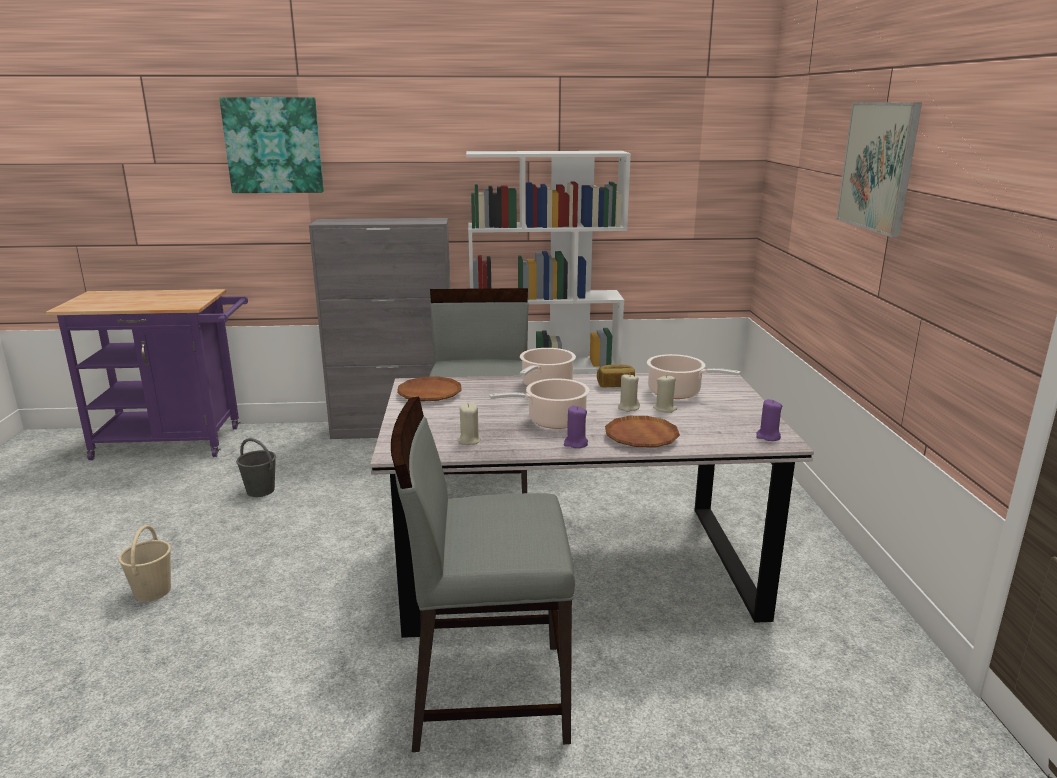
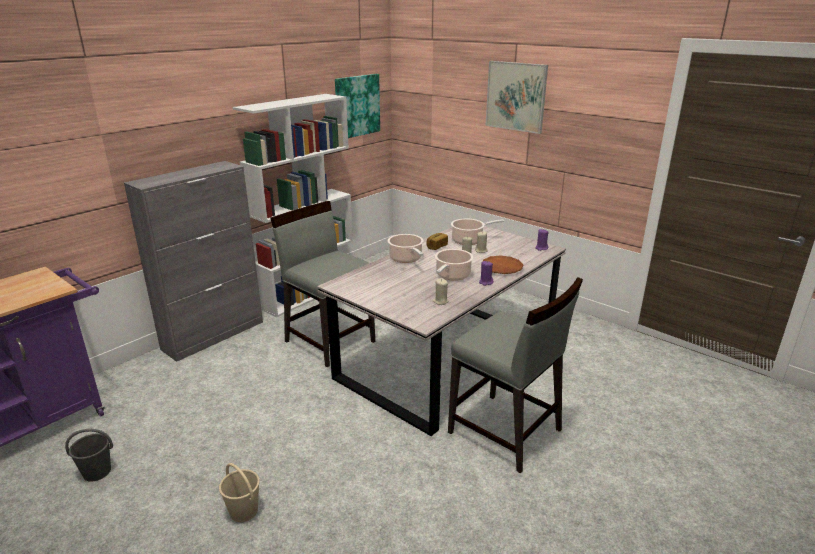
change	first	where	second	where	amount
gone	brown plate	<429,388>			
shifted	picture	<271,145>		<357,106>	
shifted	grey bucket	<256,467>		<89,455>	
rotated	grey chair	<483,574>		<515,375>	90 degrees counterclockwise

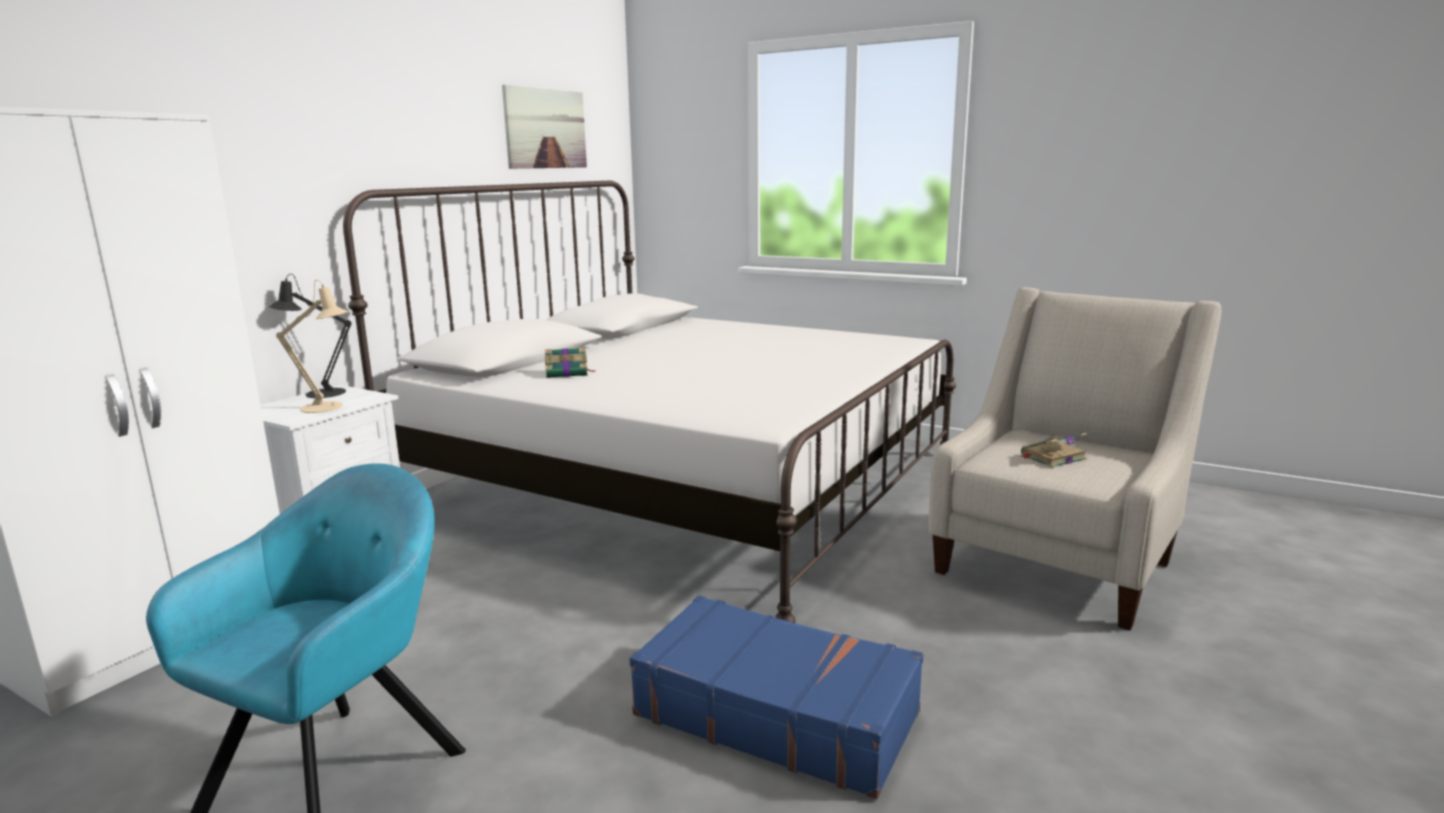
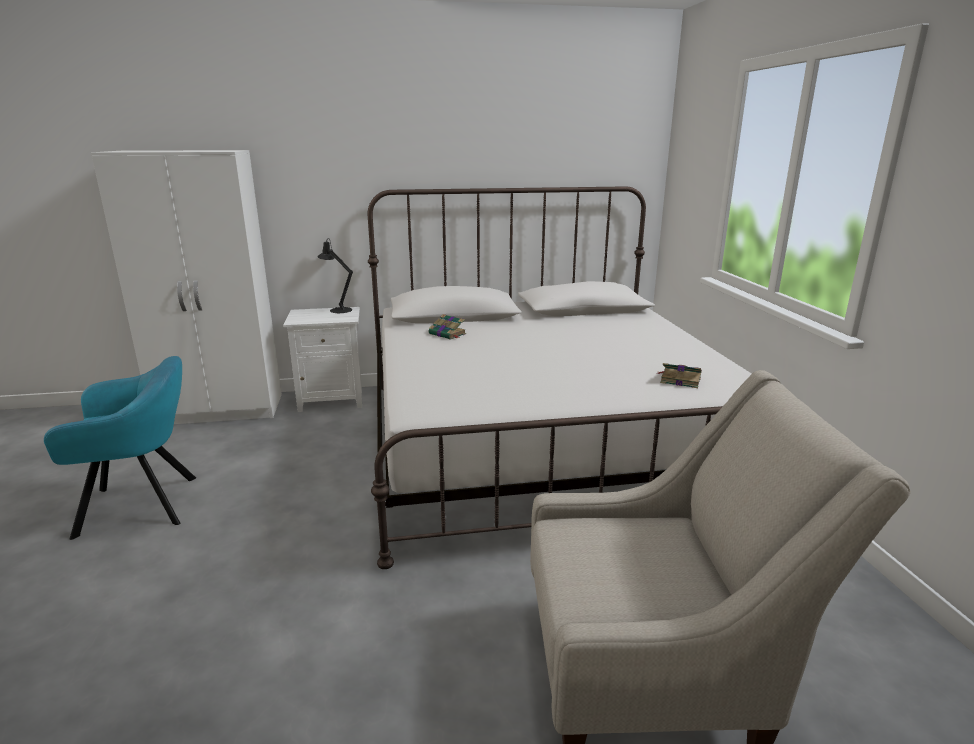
change	first	where	second	where	amount
gone	beige table lamp	<312,346>			
gone	picture	<544,127>			
gone	blue suitcase	<776,697>			
shifted	book	<1053,450>		<679,375>	

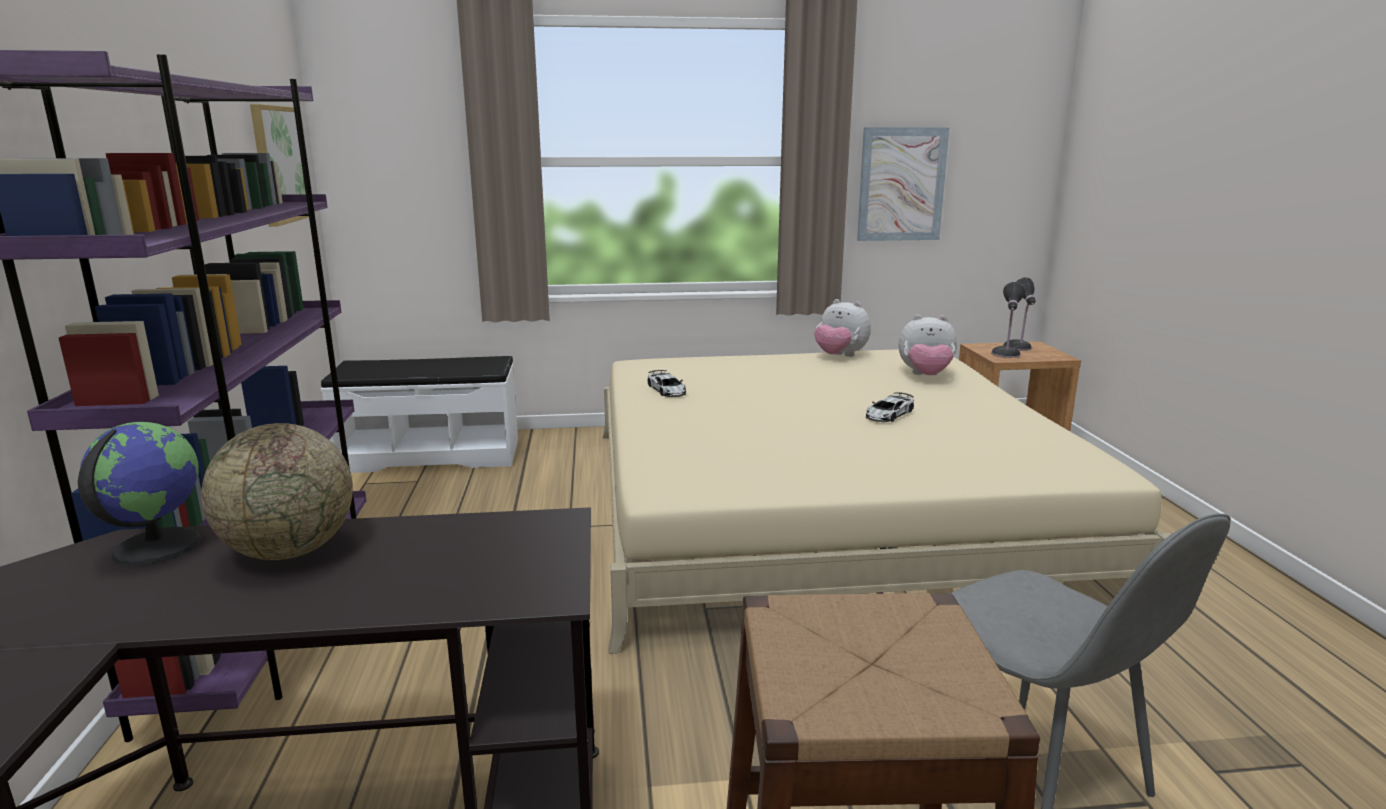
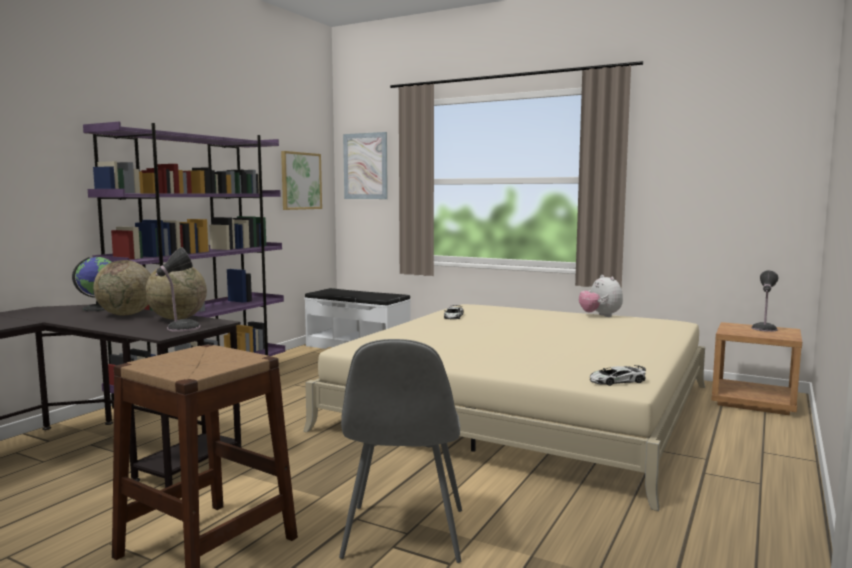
change	first	where	second	where	amount
gone	plush toy	<927,345>			
new			globe	<176,293>	
shifted	picture	<903,184>		<365,165>	
shifted	toy car	<890,407>		<617,375>	
shifted	table lamp	<1008,320>		<178,289>	

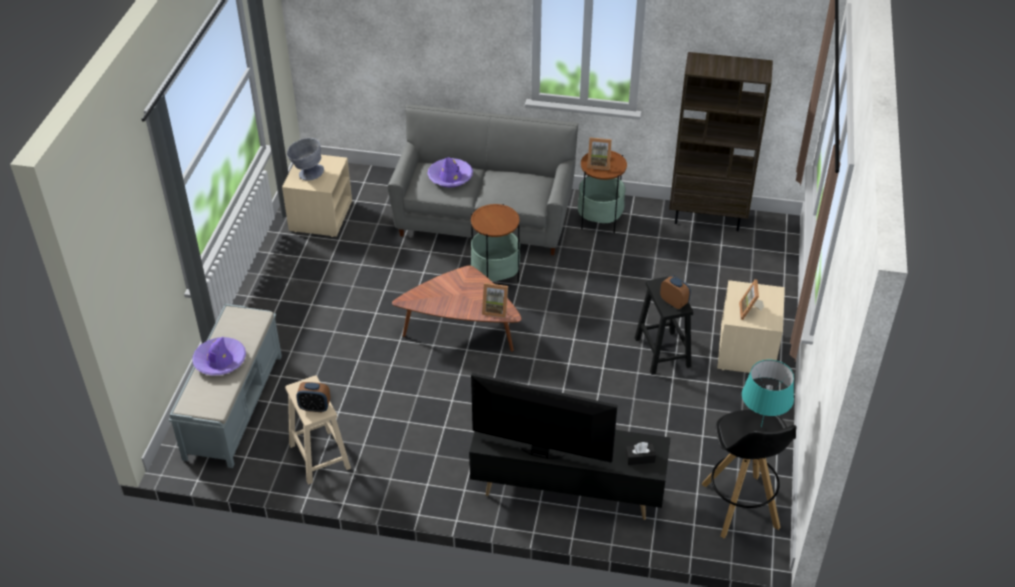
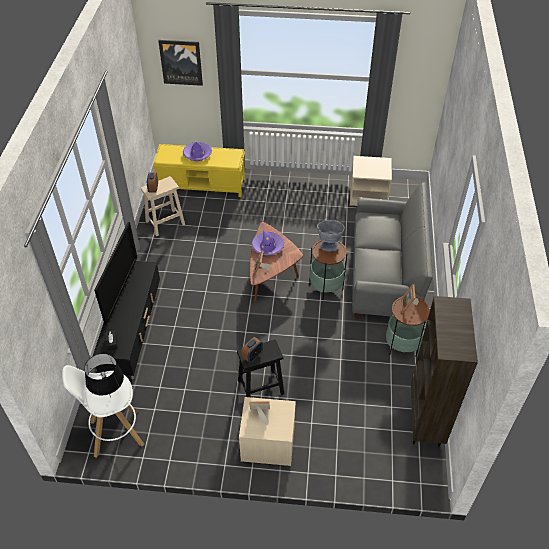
change	first	where	second	where	amount
new			picture	<180,63>	
shifted	grey bowl	<305,159>		<330,236>	
shifted	purple hat	<450,173>		<268,243>	
repainted	grey bench	<225,386>	yellow bench	<199,170>	
repainted	black stool	<749,474>	white stool	<103,411>	
repainted	turquoise table lamp	<768,393>	black table lamp	<104,375>	

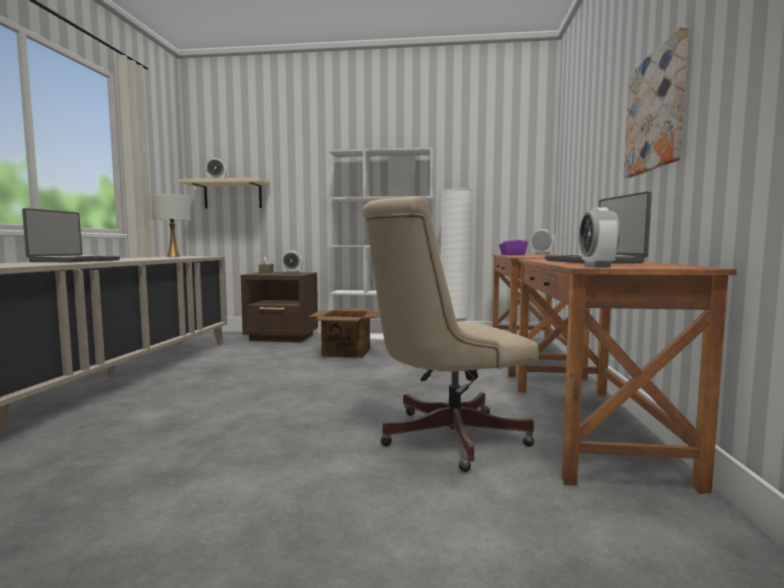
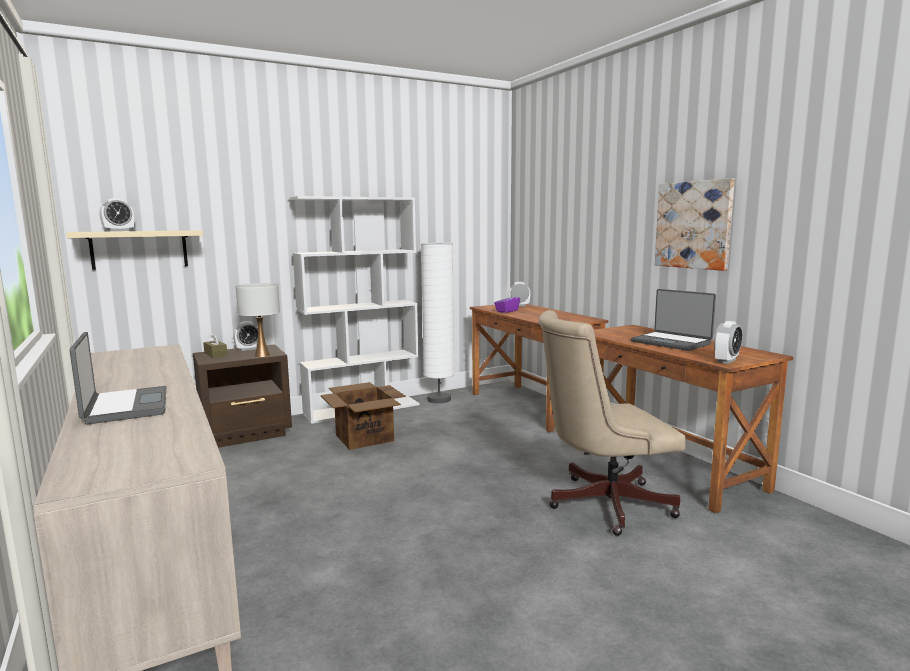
change	first	where	second	where	amount
shifted	white table lamp	<171,225>		<258,320>	
rotated	beige office chair	<450,334>		<612,423>	45 degrees clockwise
rotated	alarm clock	<599,237>		<728,342>	105 degrees counterclockwise

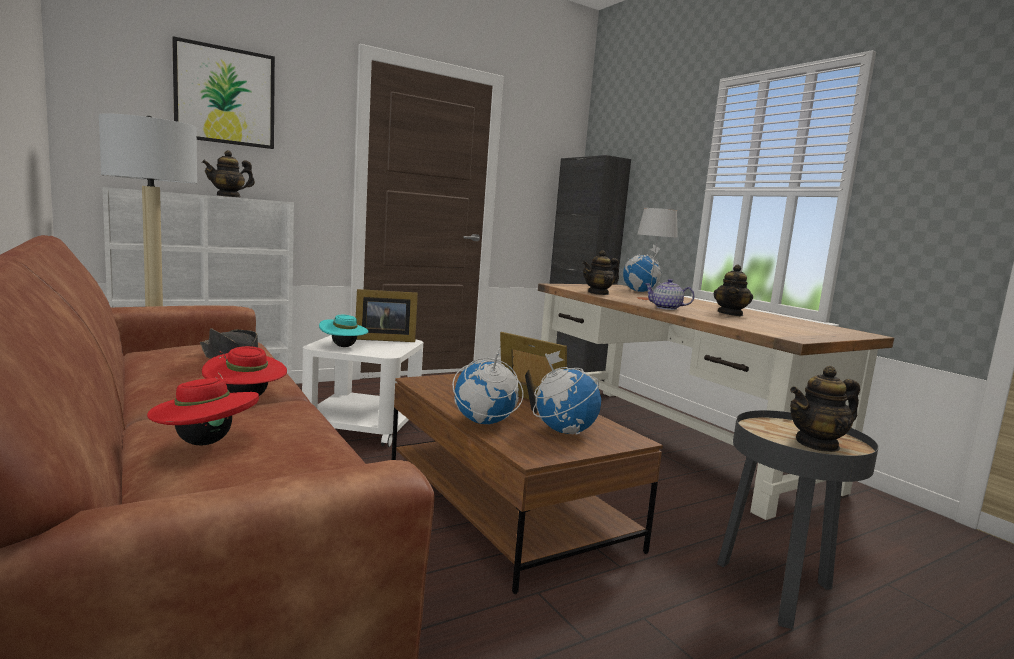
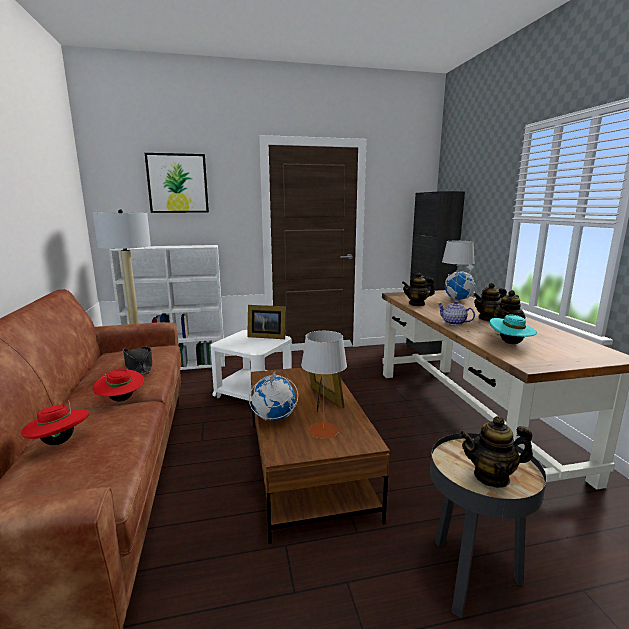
change	first	where	second	where	amount
shifted	teapot	<228,173>		<490,302>	
shifted	turquoise hat	<344,331>		<513,329>	
swapped	globe	<567,392>	grey table lamp	<324,385>	

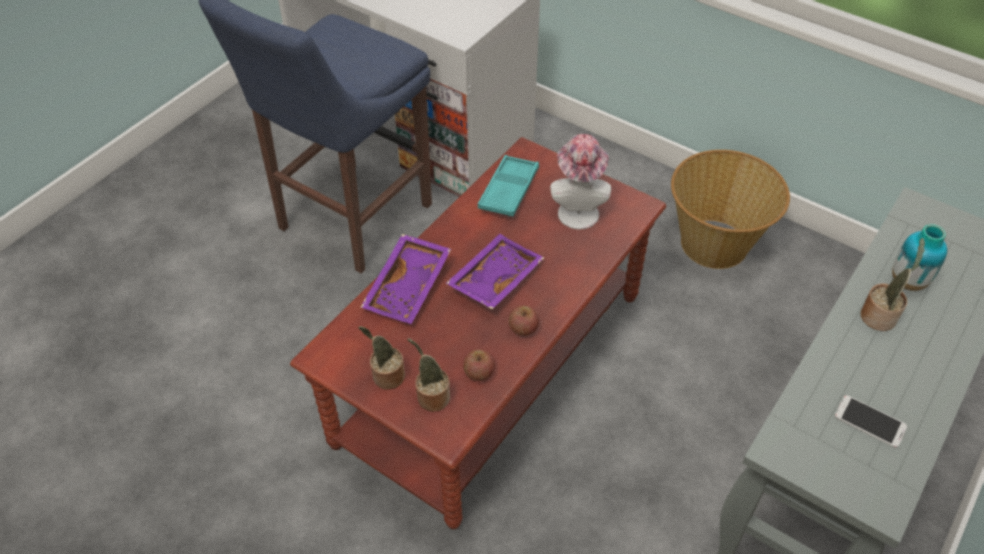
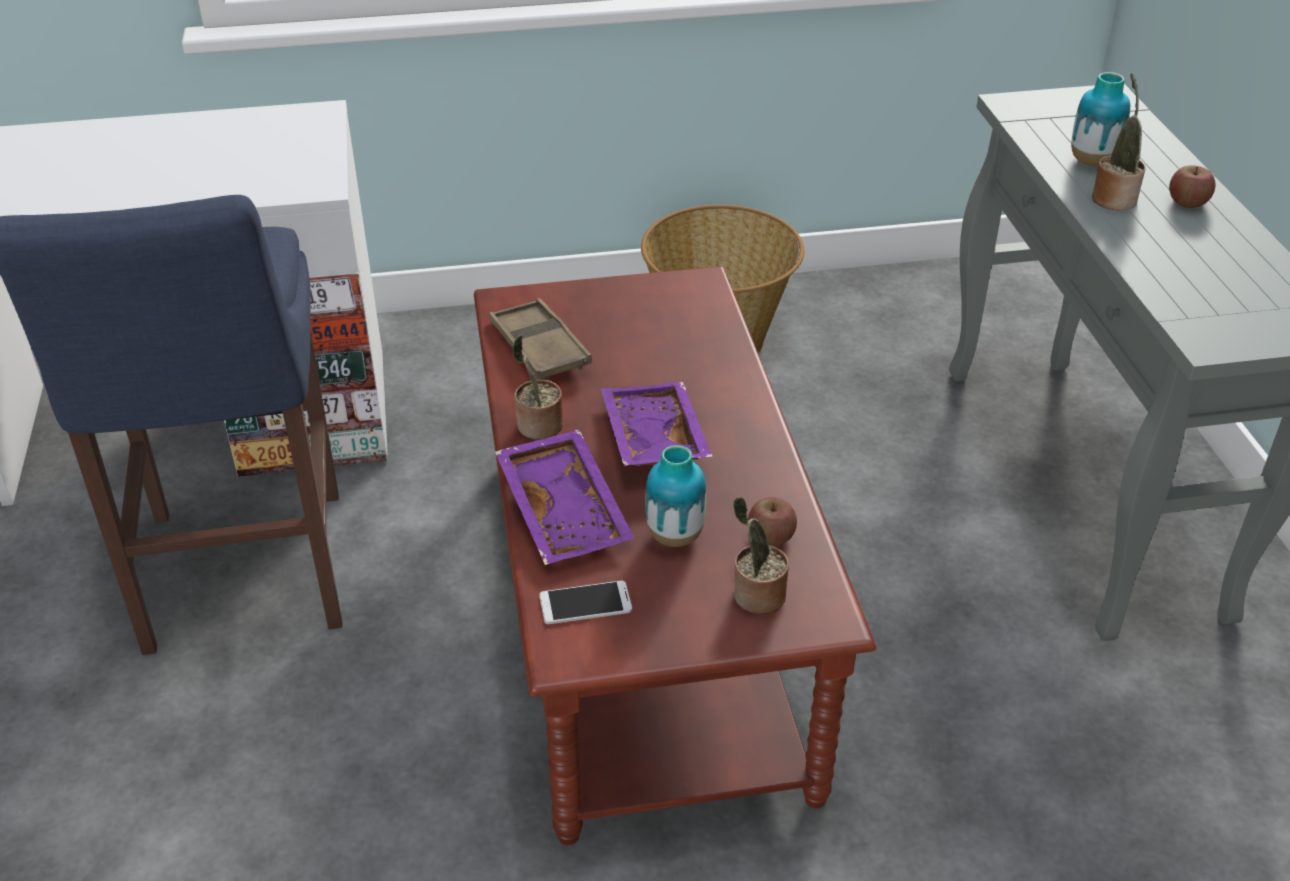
change	first	where	second	where	amount
gone	hat	<580,181>			
new			vase	<676,496>	
shifted	potted plant	<381,358>		<537,387>	
shifted	apple	<524,321>		<1192,186>	
shifted	phone	<871,421>		<585,602>	
repainted	turquoise tray	<508,186>	brown tray	<540,339>	

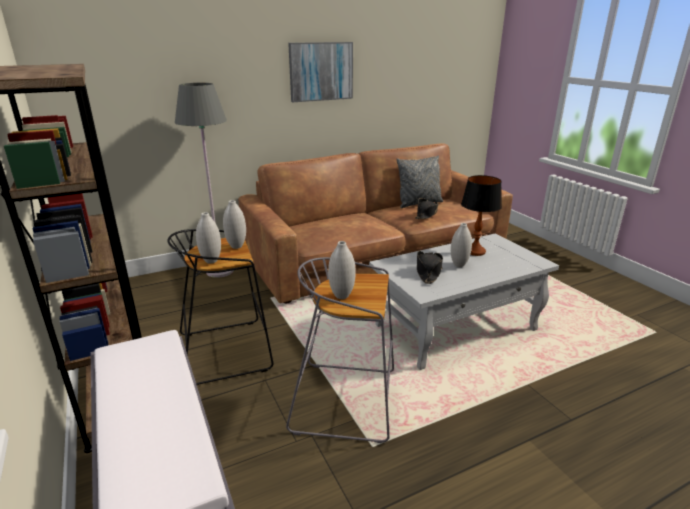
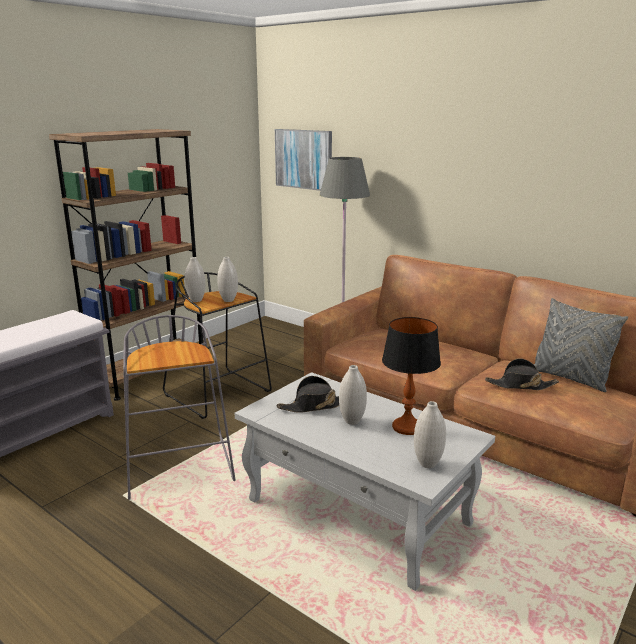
change	first	where	second	where	amount
shifted	picture	<320,72>		<303,160>	
shifted	white vase	<342,270>		<430,434>	

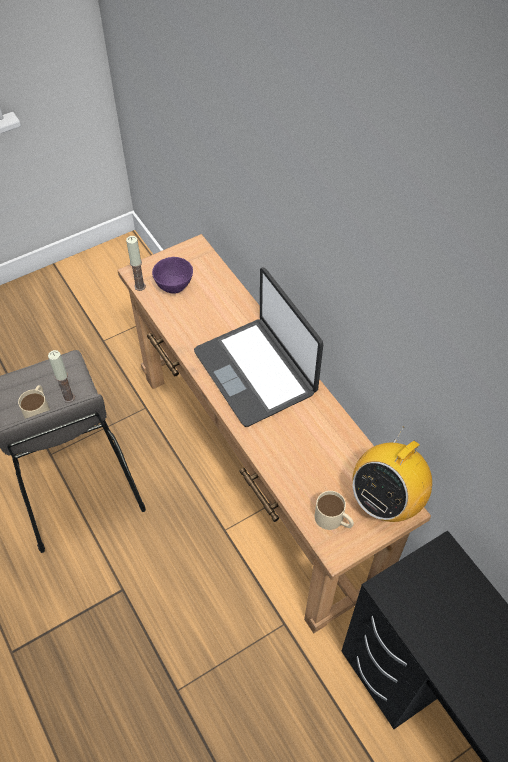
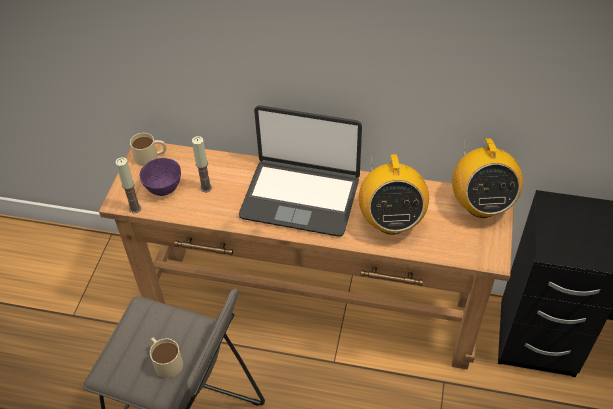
change	first	where	second	where	amount
new			radio	<394,194>	
shifted	candle	<61,376>		<202,164>	
shifted	beige mug	<334,510>		<148,149>	

